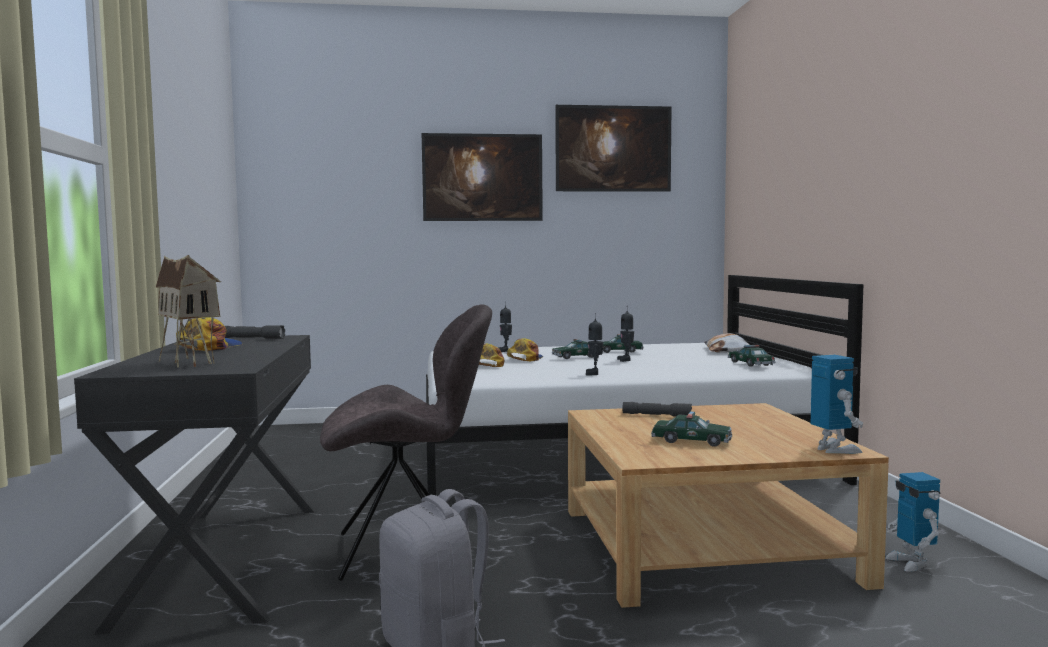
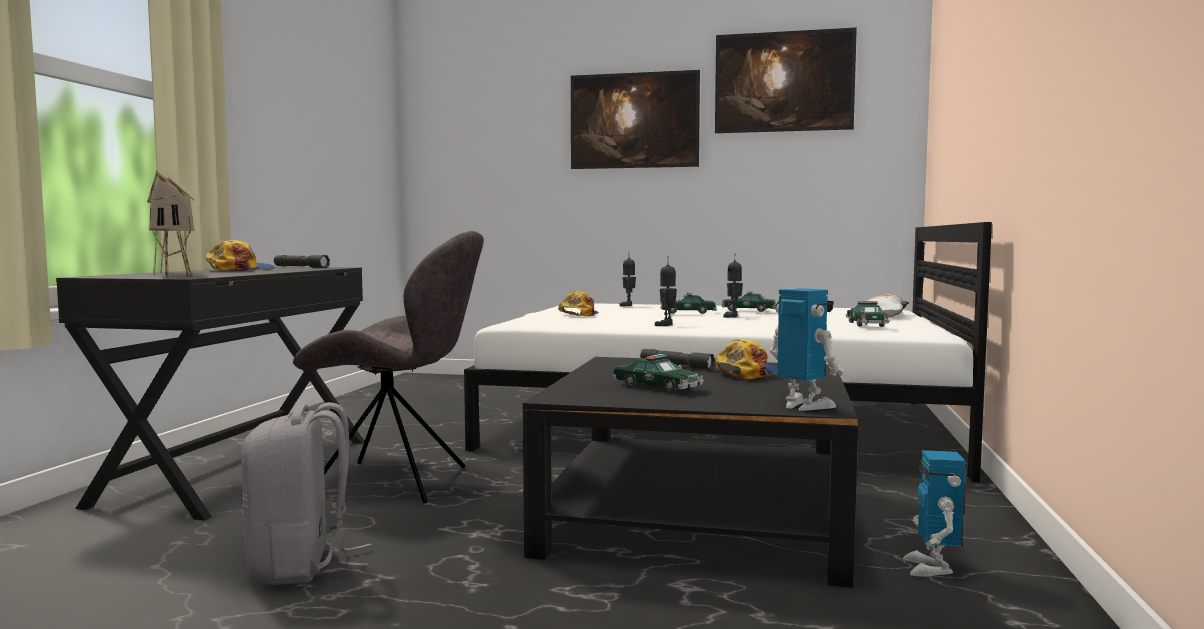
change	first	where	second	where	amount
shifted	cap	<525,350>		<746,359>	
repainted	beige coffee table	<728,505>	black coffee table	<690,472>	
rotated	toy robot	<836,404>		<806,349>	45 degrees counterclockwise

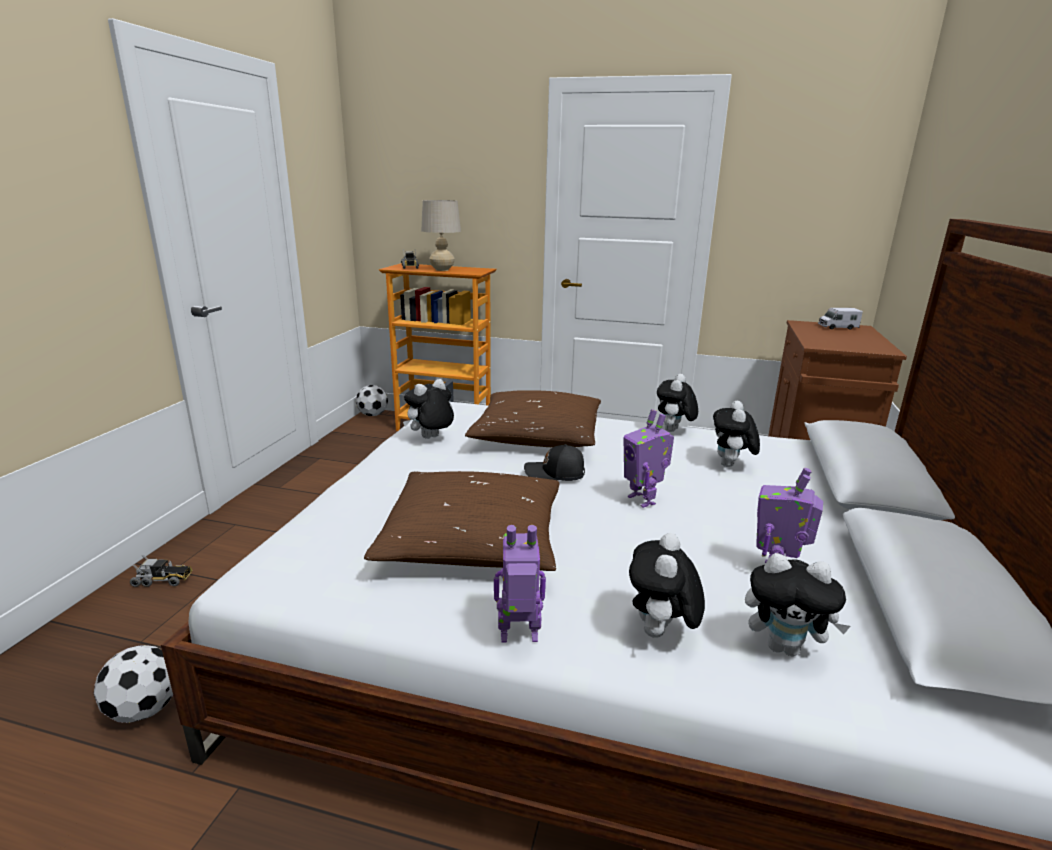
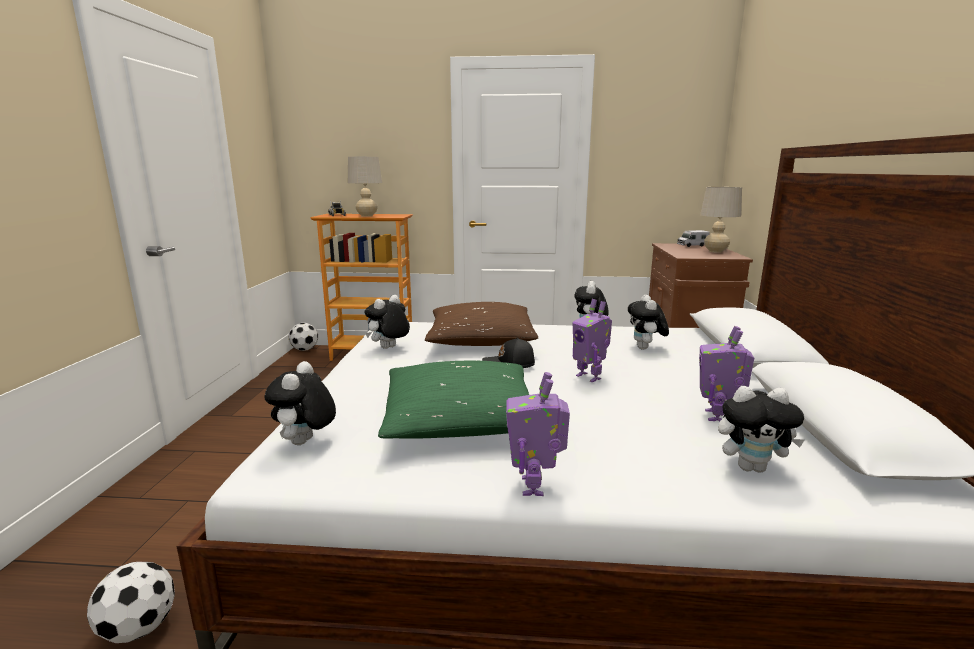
change	first	where	second	where	amount
gone	toy truck	<161,571>			
new			beige table lamp	<721,220>	
shifted	plush toy	<667,585>		<300,403>	
repainted	brown pillow	<462,521>	green pillow	<453,400>	
rotated	toy robot	<520,583>		<538,434>	75 degrees counterclockwise

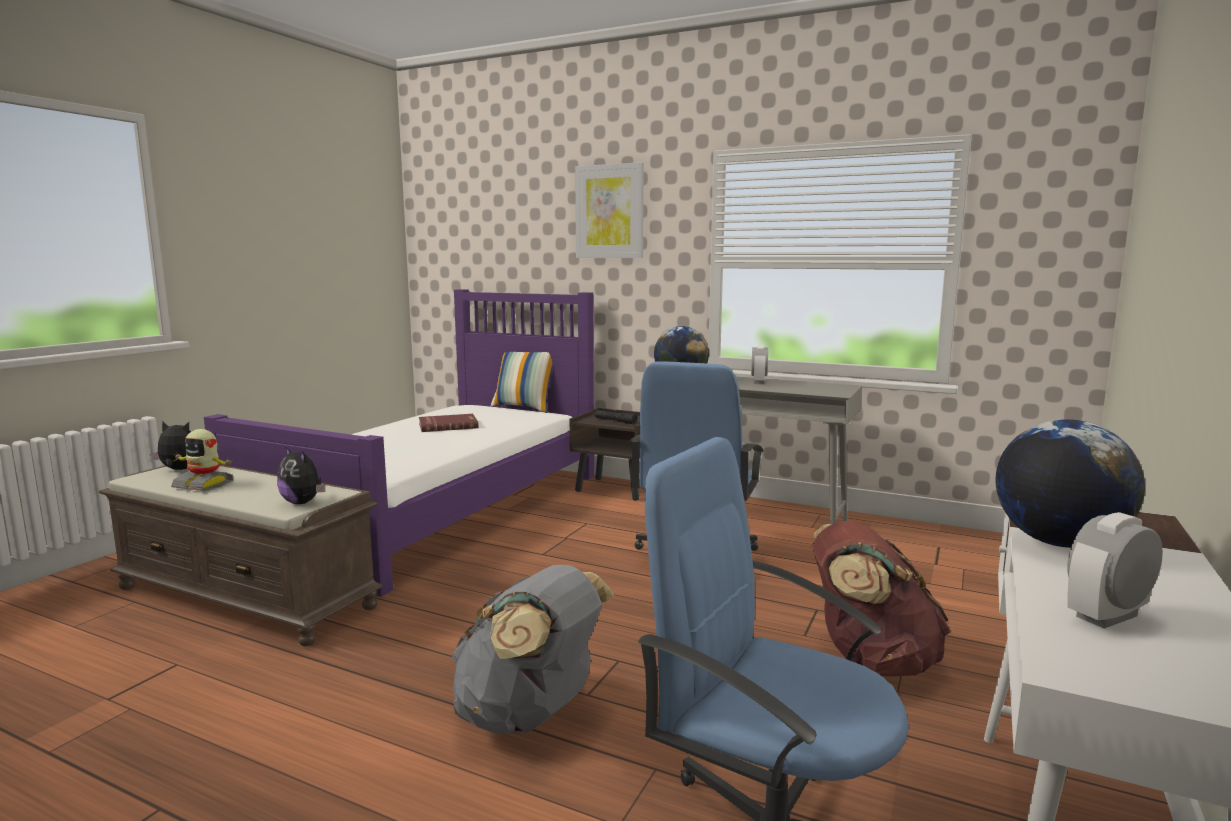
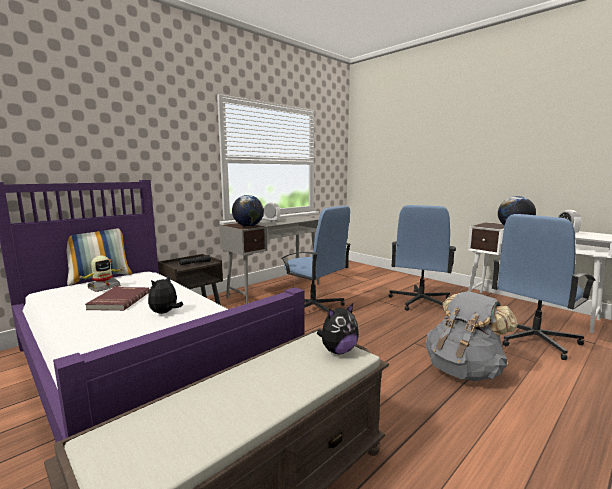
change	first	where	second	where	amount
gone	picture	<609,210>			
shifted	plush toy	<170,445>		<165,294>	
shifted	toy robot	<202,460>		<102,274>	
swapped	brown backpack	<880,599>	blue office chair	<422,258>	

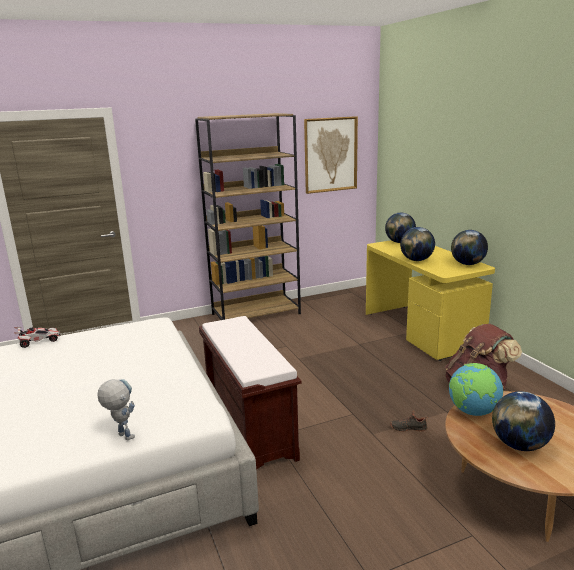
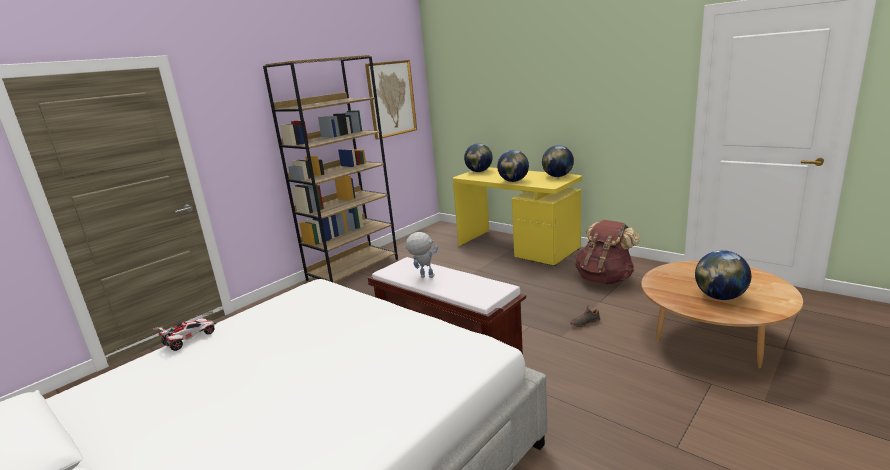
change	first	where	second	where	amount
gone	globe	<476,389>			
shifted	toy robot	<116,409>		<421,255>	

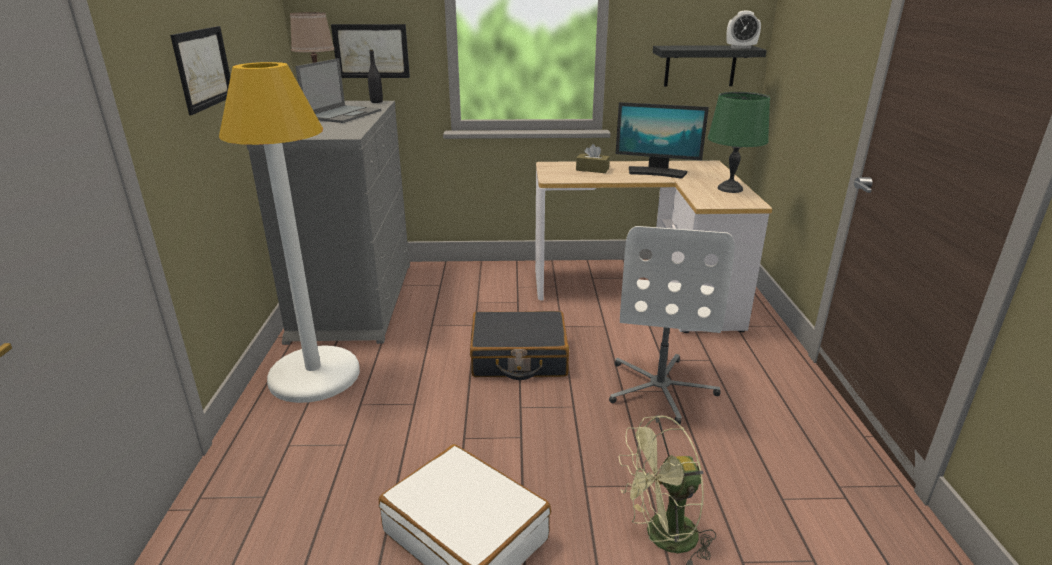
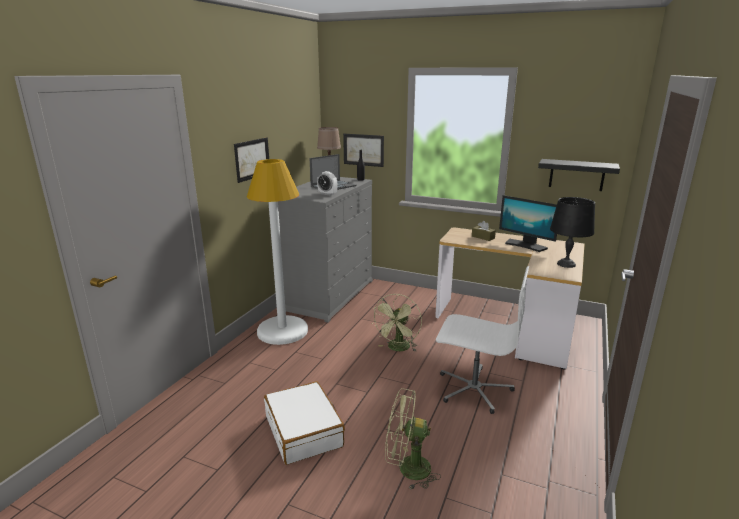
change	first	where	second	where	amount
shifted	alarm clock	<743,30>		<327,183>	
swapped	black suitcase	<519,345>	green fan	<397,322>	
repainted	green table lamp	<739,142>	black table lamp	<572,232>	
rotated	white office chair	<672,325>		<482,340>	105 degrees counterclockwise

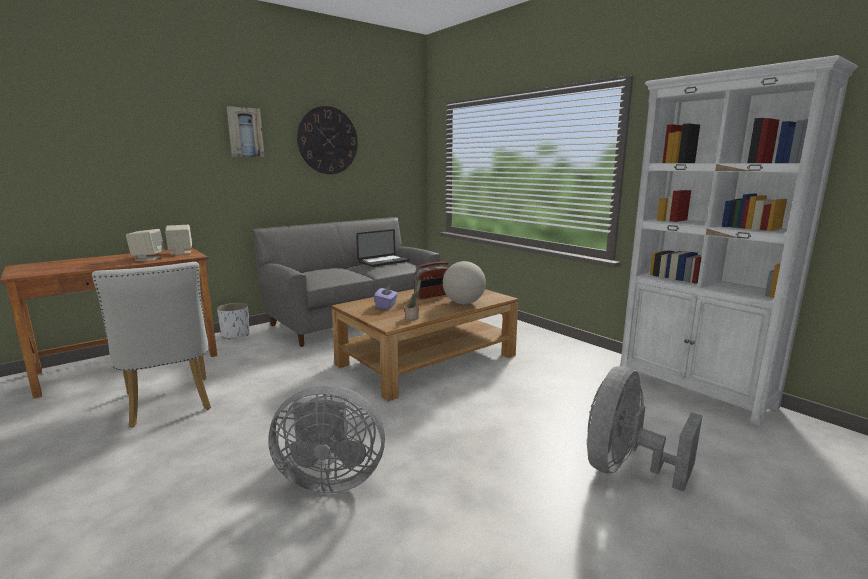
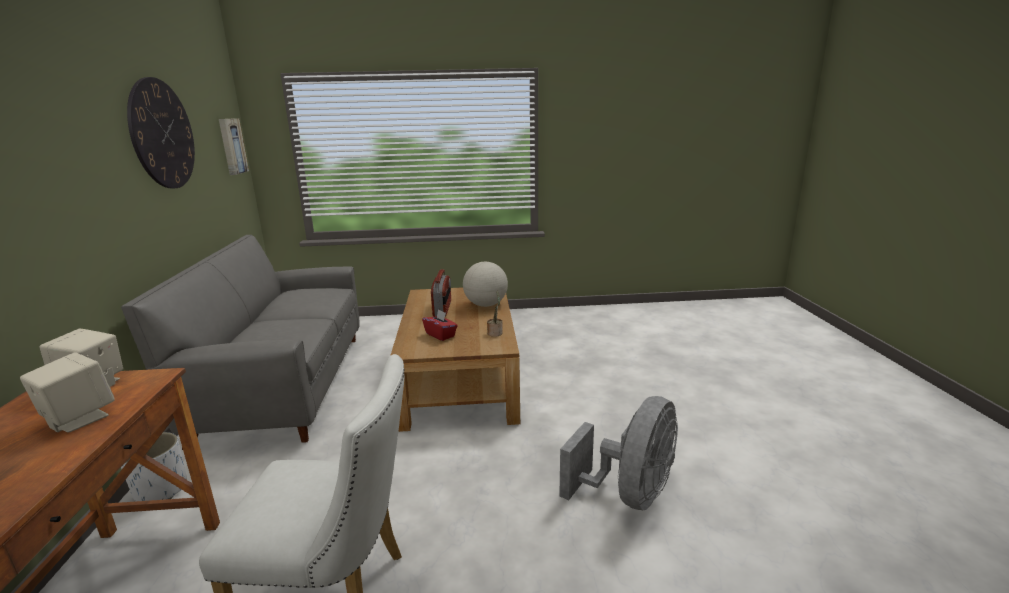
change	first	where	second	where	amount
gone	laptop	<383,248>			
gone	grey fan	<645,429>			
gone	white bookcase	<739,240>			
shifted	picture	<246,131>		<234,146>	
repainted	purple tissue box	<386,296>	red tissue box	<440,325>	

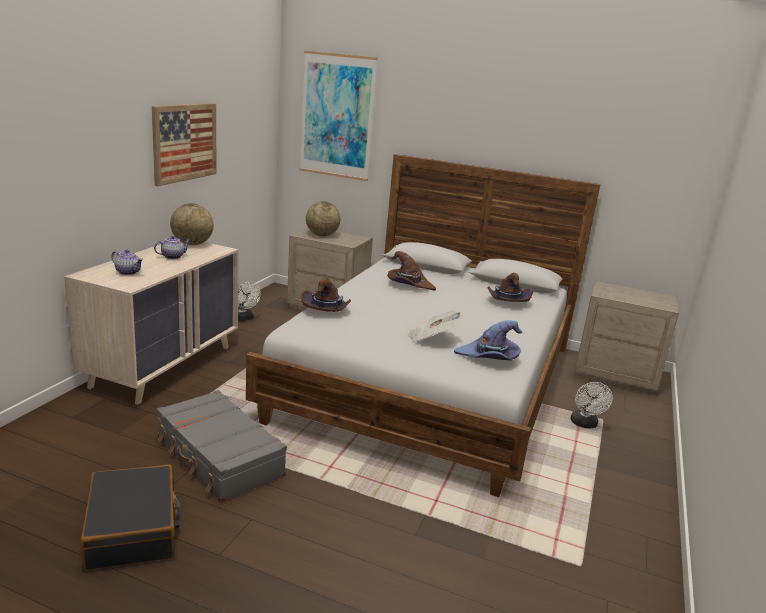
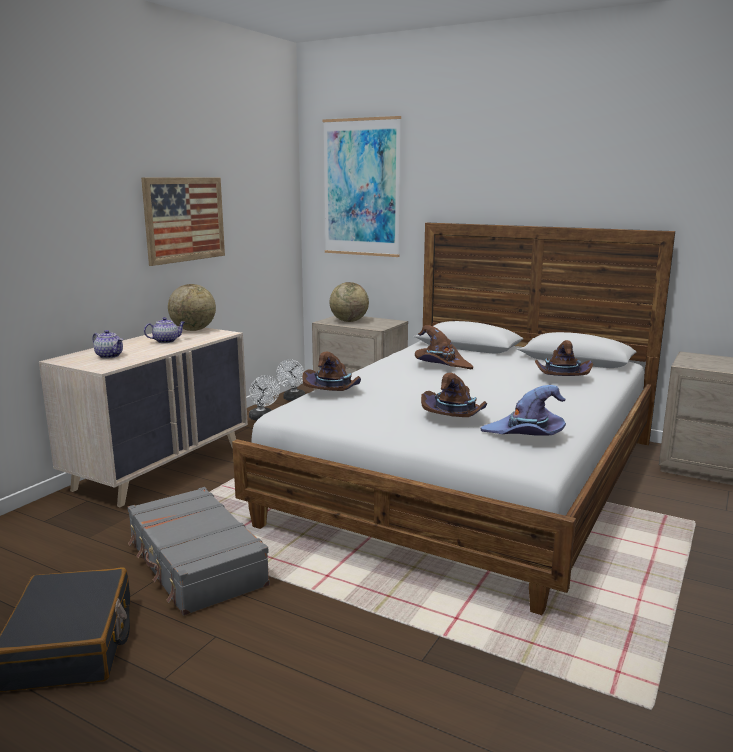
change	first	where	second	where	amount
shifted	white fan	<591,405>		<290,380>	
swapped	newspaper	<434,326>	brown hat	<454,395>	

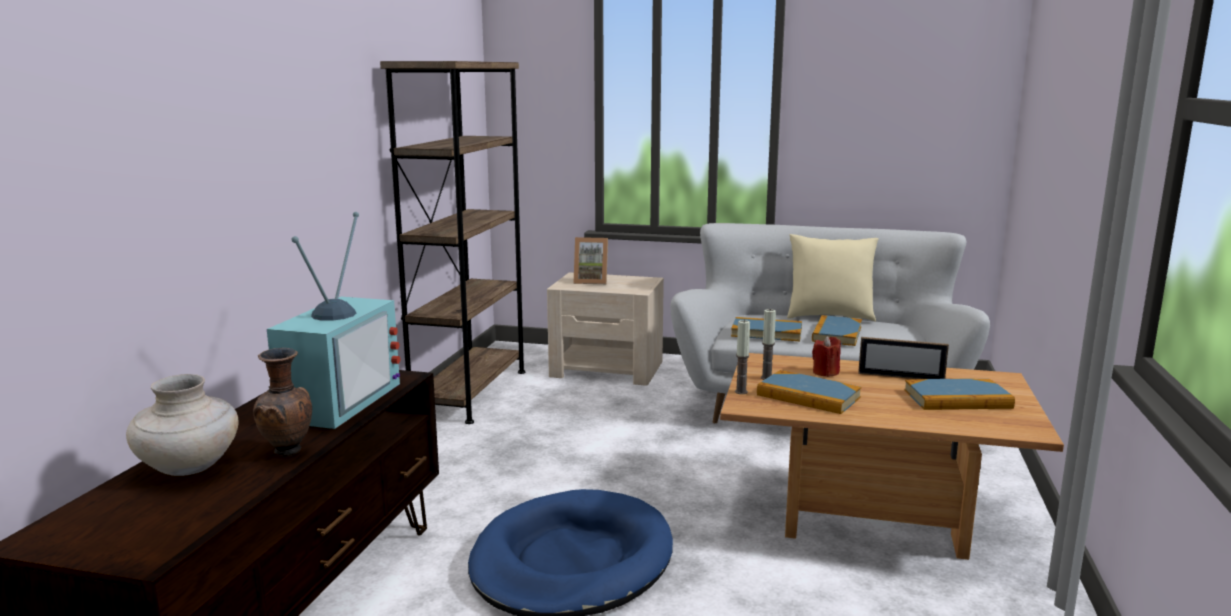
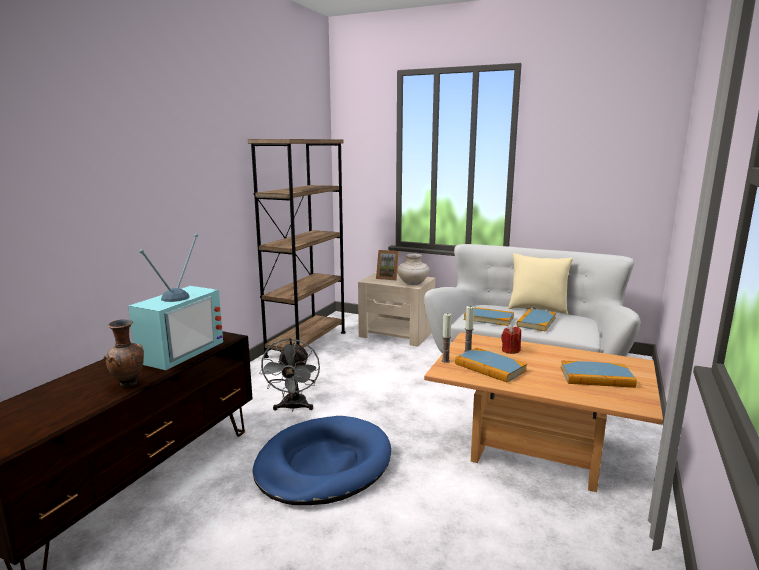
change	first	where	second	where	amount
gone	picture frame	<903,358>			
new			grey fan	<289,375>	
shifted	beige vase	<182,425>		<413,269>	

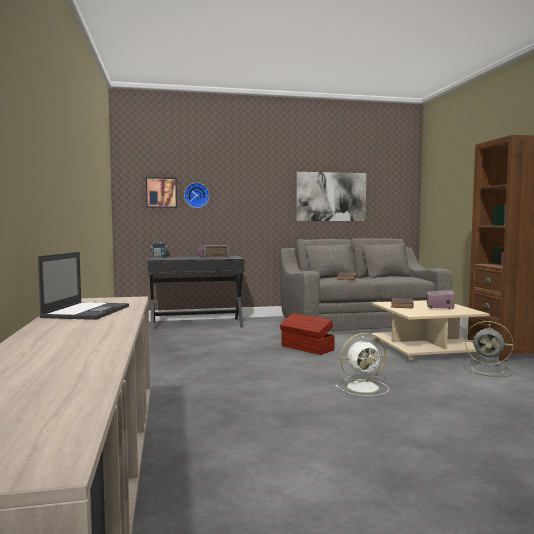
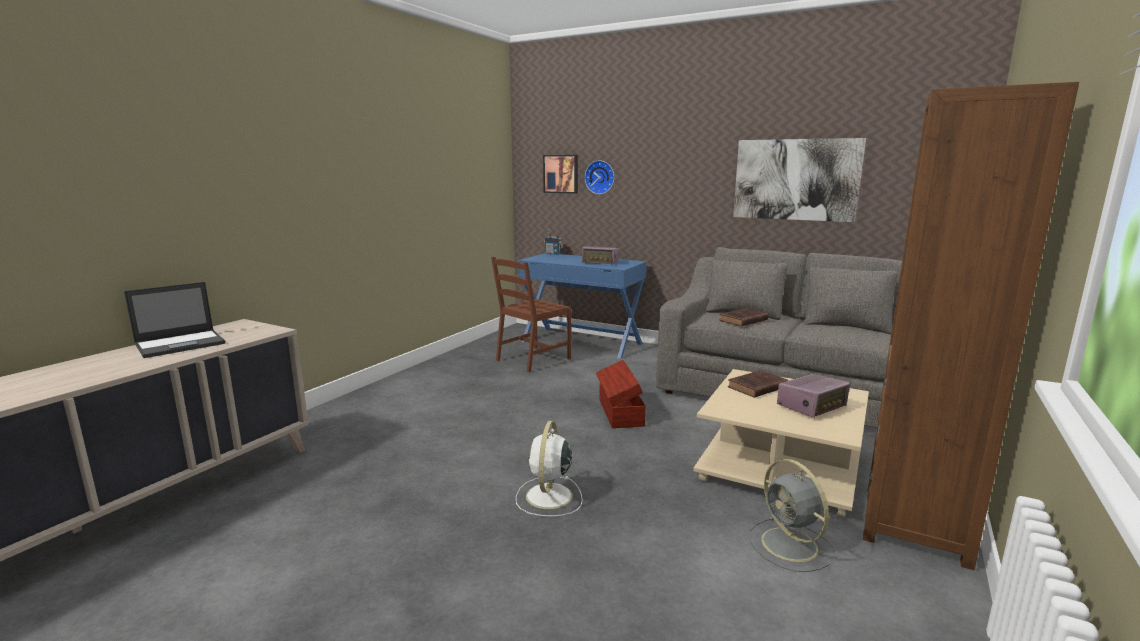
change	first	where	second	where	amount
new			brown chair	<531,315>	
repainted	black desk	<196,293>	blue desk	<582,306>	
rotated	white fan	<362,364>		<549,469>	75 degrees clockwise

